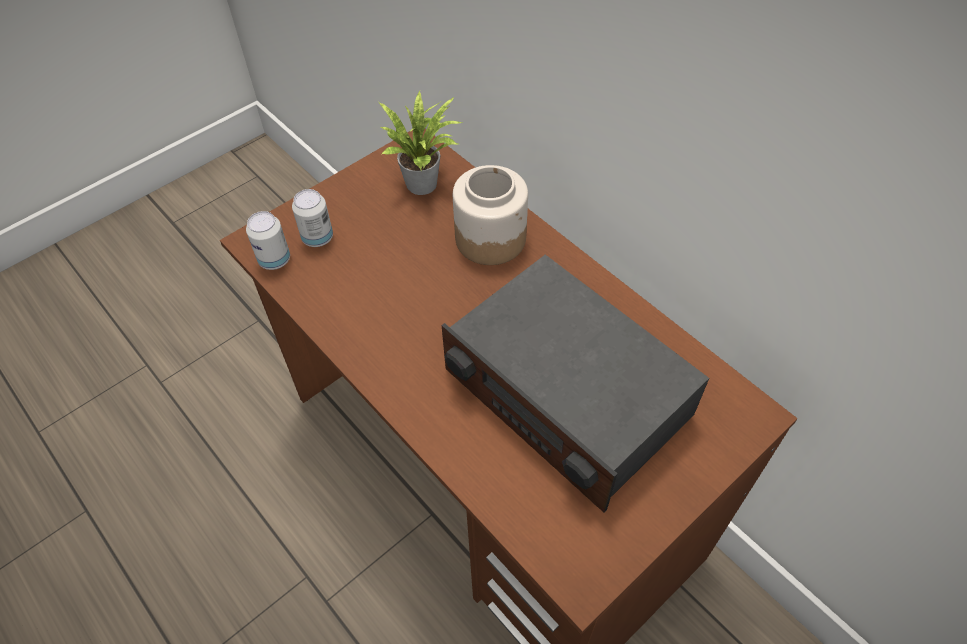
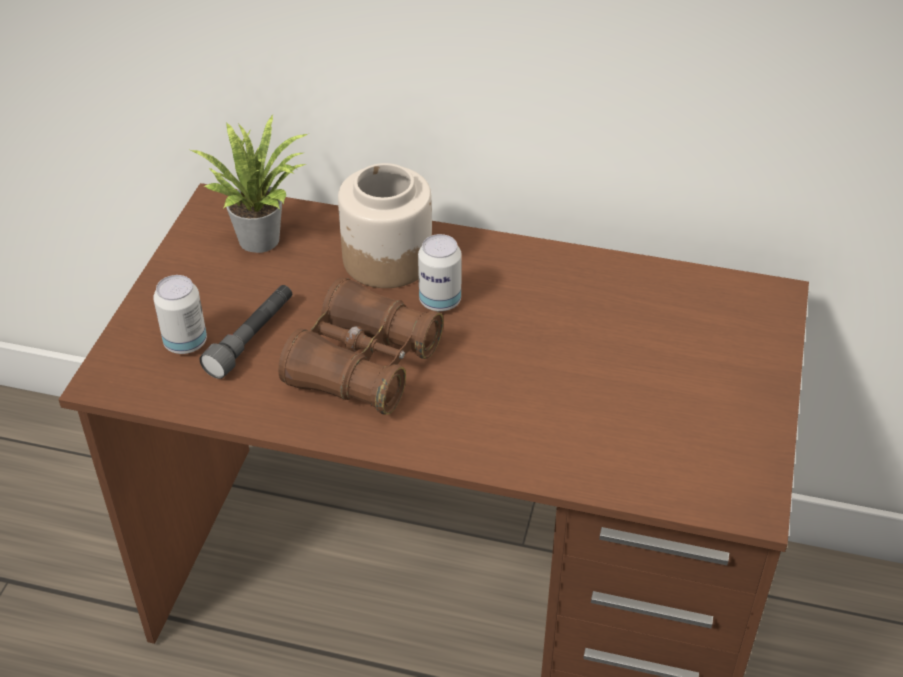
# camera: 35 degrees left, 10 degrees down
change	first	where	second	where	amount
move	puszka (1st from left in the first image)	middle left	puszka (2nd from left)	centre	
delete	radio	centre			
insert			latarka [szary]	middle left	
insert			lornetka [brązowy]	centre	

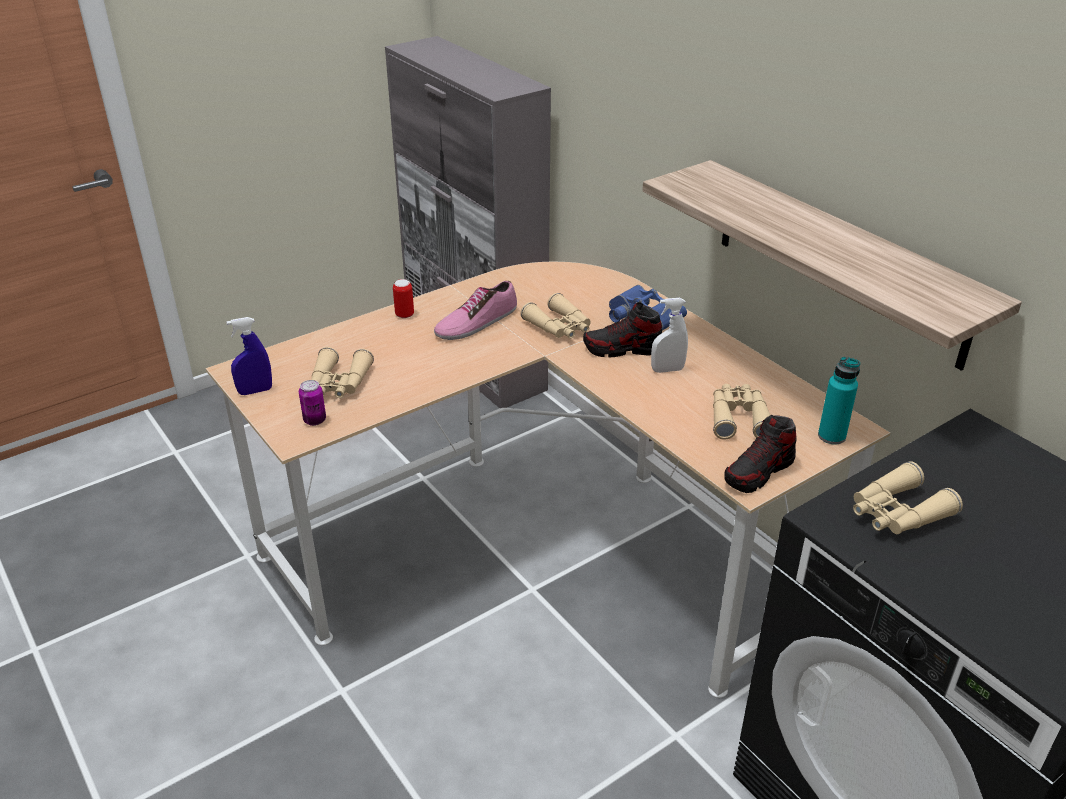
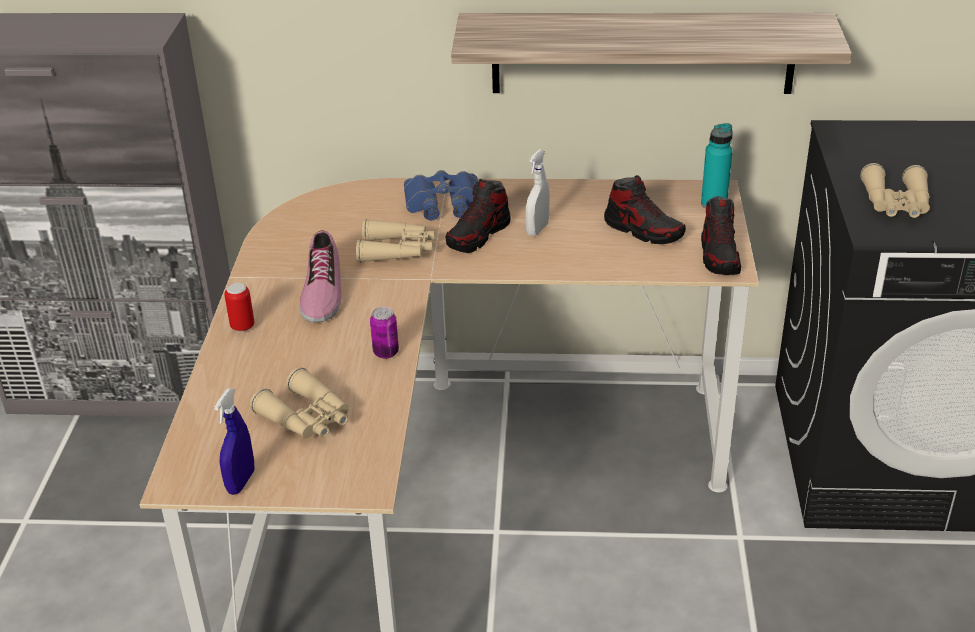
# camera: 50 degrees left, 0 degrees up
change	first	where	second	where	amount
move	puszka (1st from left in the first image)	middle left	puszka (2nd from left)	centre	
replace	lornetka [beżowy] (3rd from left)	middle right	but (3rd from left)	top centre	

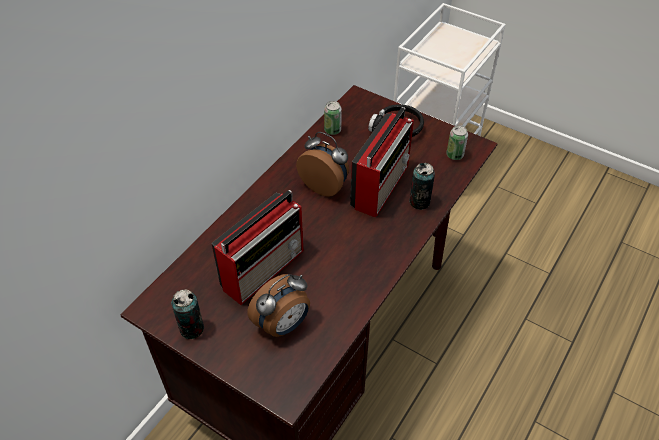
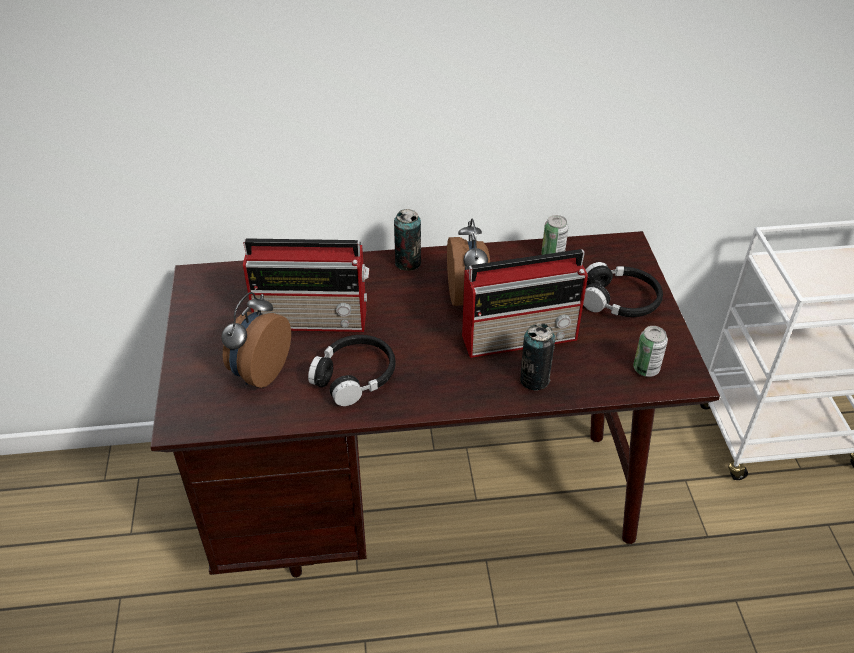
# camera: 50 degrees right, 5 degrees down
change	first	where	second	where	amount
move	puszka (1st from left)	bottom left		centre	
rotate	budzik (1st from left)	bottom centre		middle left	105 degrees clockwise
insert			słuchawki [czarny] (1st from left)	centre	

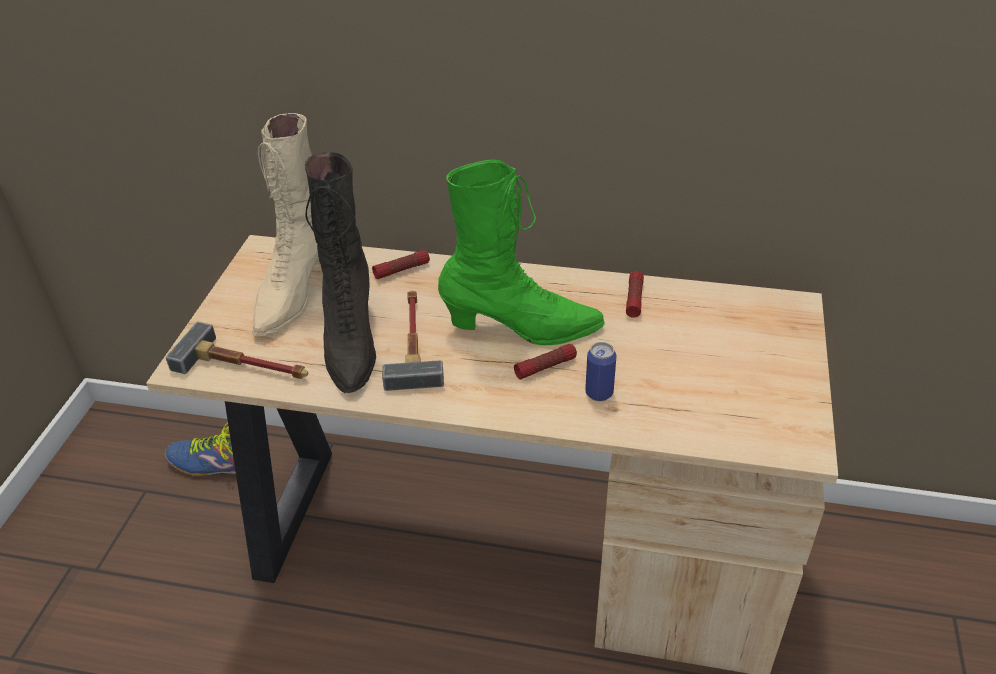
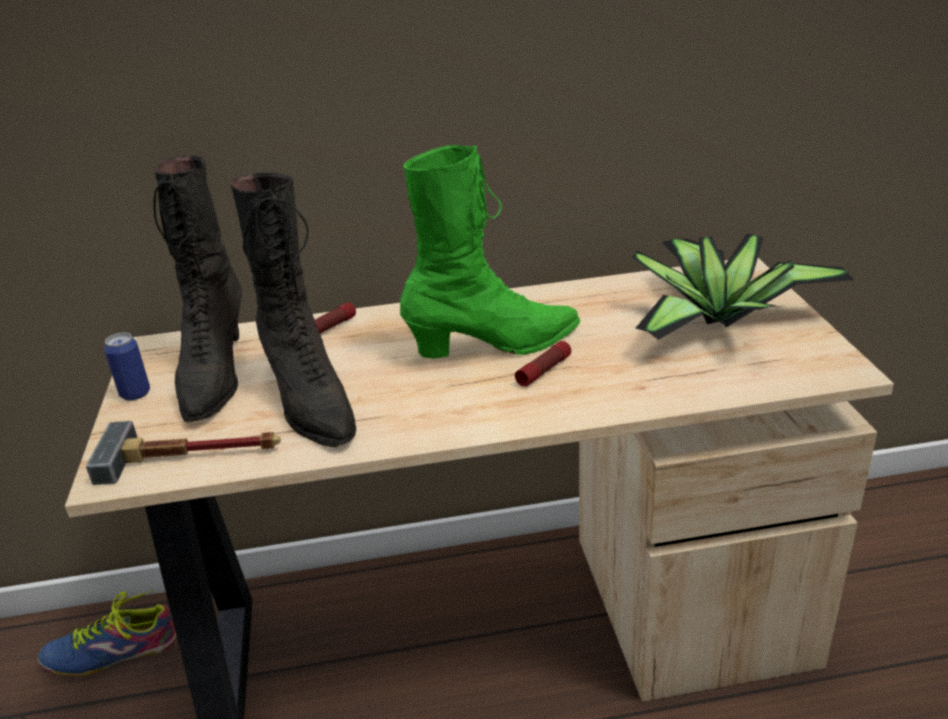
# camera: 20 degrees left, 10 degrees down
change	first	where	second	where	amount
recolor	but z cholewką [beżowy]	top left	but z cholewką [czarny] (1st from left)	middle left	
delete	młotek (2nd from left)	centre			
move	puszka	centre		middle left	
delete	latarka (3rd from left)	centre			
insert			roślina doniczkowa	middle right	

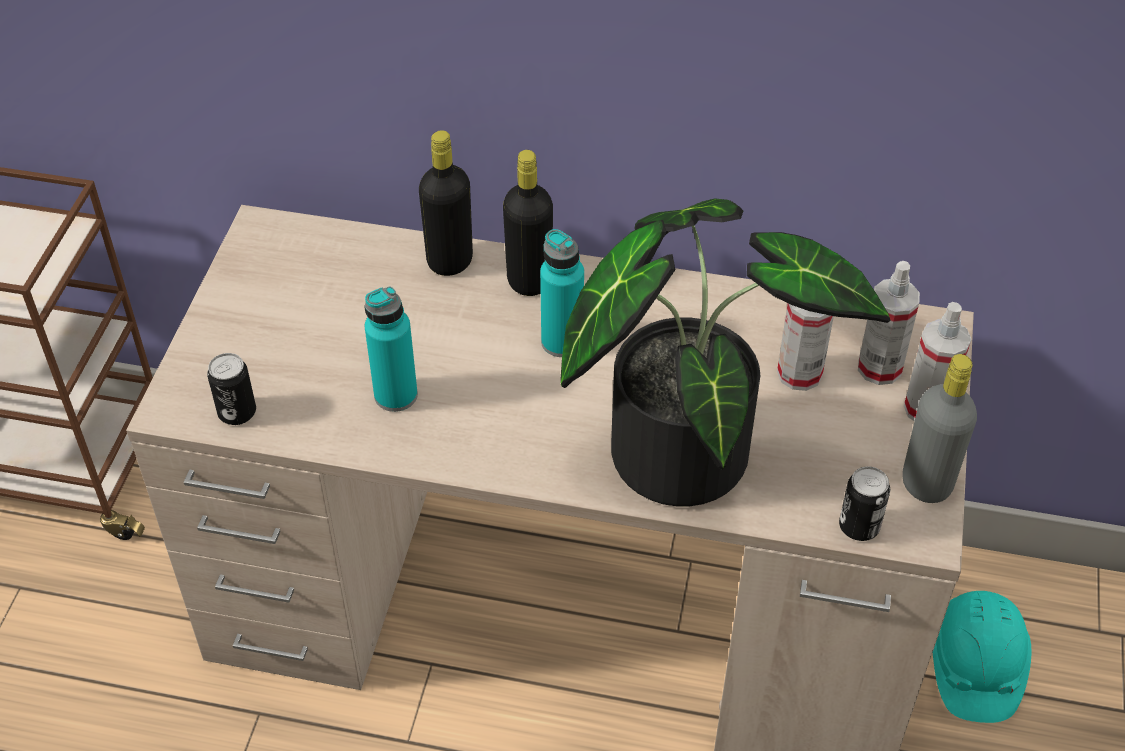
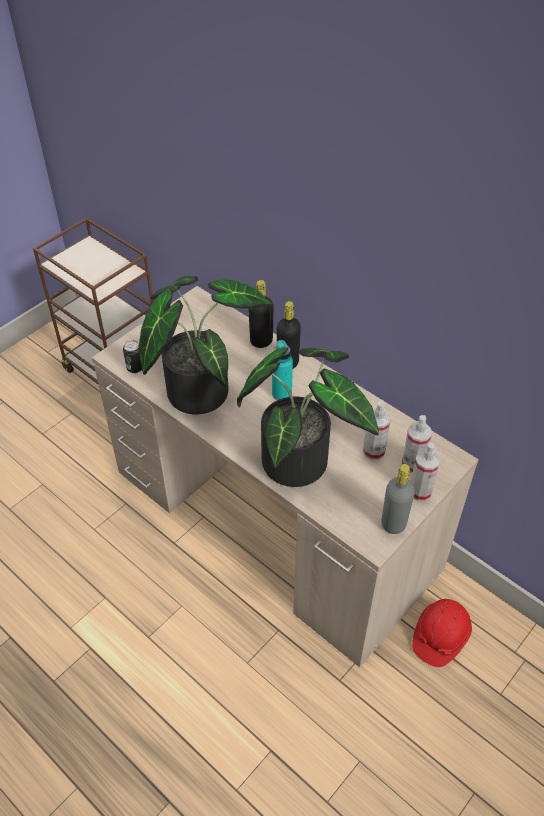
# camera: 30 degrees right, 0 degrees up
change	first	where	second	where	amount
replace	butelka [turkusowy] (1st from left)	centre	roślina doniczkowa (1st from left)	centre	
delete	puszka (2nd from left)	bottom right			
recolor	kask [turkusowy]	bottom right	kask [czerwony]	bottom right	

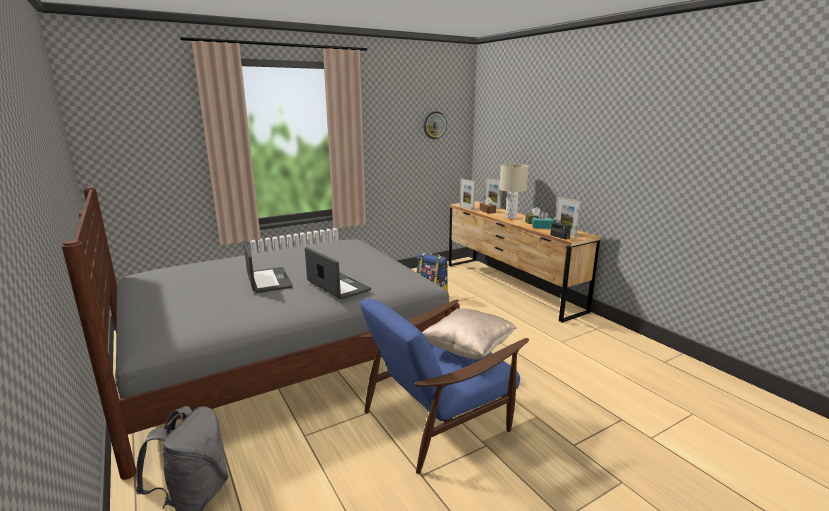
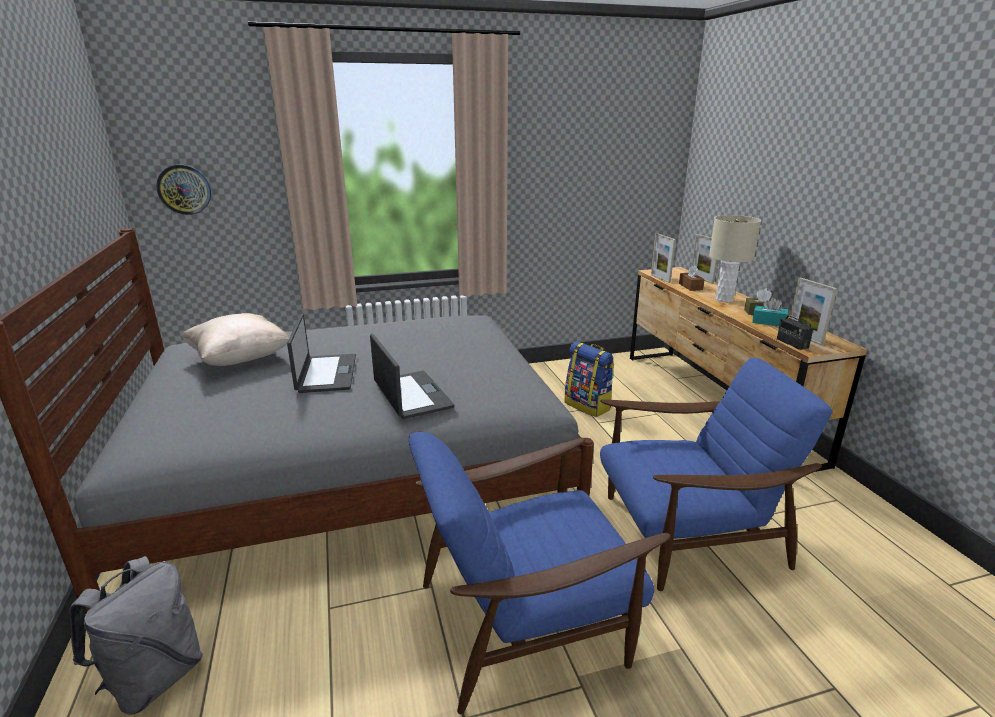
# camera: 15 degrees right, 5 degrees up
change	first	where	second	where	amount
move	poduszka [beżowy]	centre		middle left	
move	zegar ścienny	top centre		top left	
insert			fotel [niebieski] (2nd from left)	middle right	

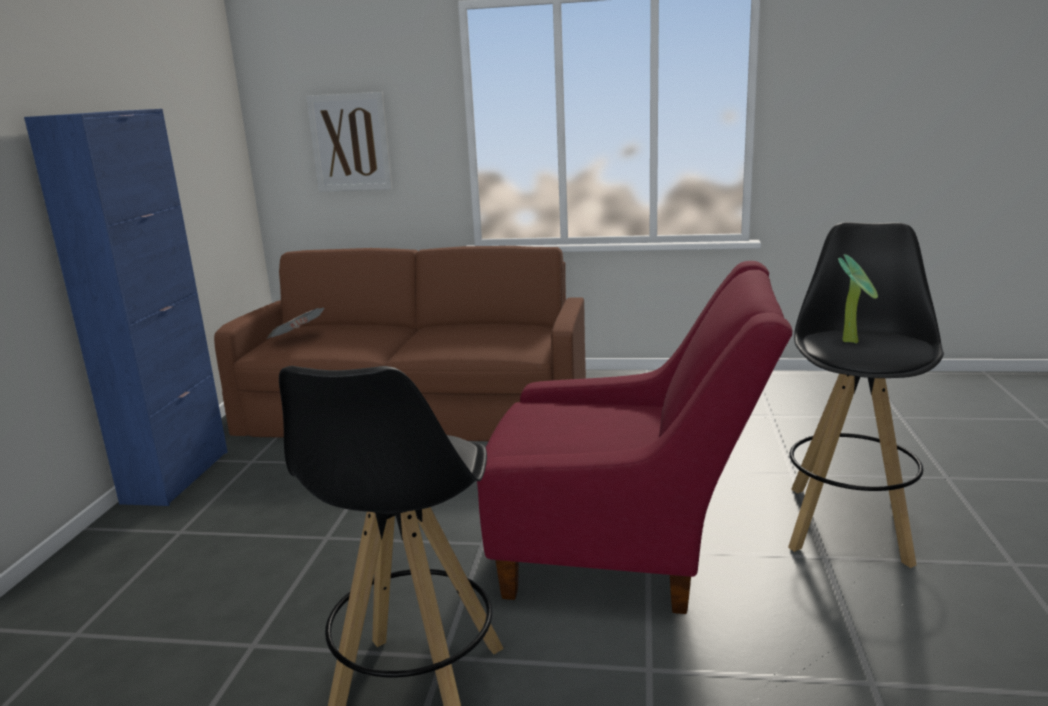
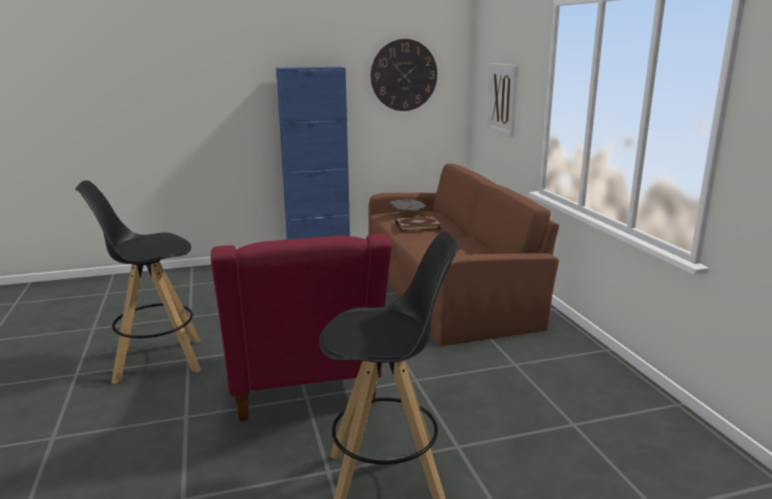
# camera: 65 degrees right, 0 degrees up
change	first	where	second	where	amount
delete	roślina doniczkowa	middle right			
insert			zegar ścienny	top centre	
insert			książka	centre	

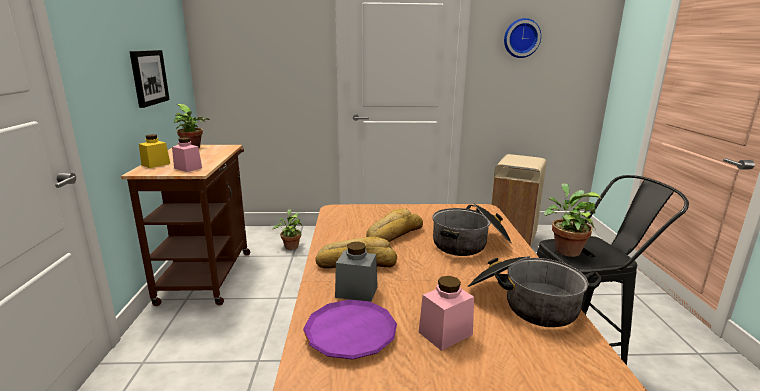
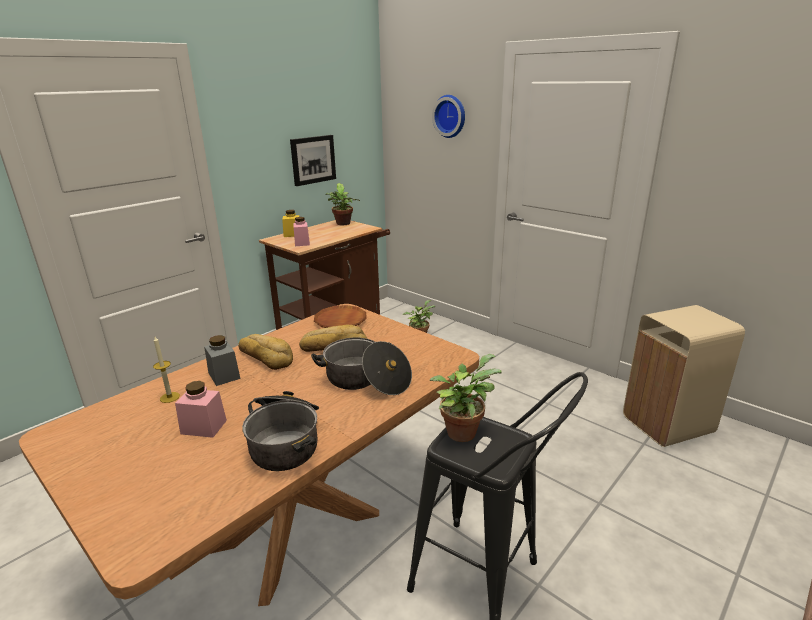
# camera: 45 degrees right, 5 degrees up
change	first	where	second	where	amount
replace	talerz [fioletowy]	bottom centre	świeca	middle left	
move	zegar ścienny	top right		top centre	
insert			talerz [brązowy]	centre	

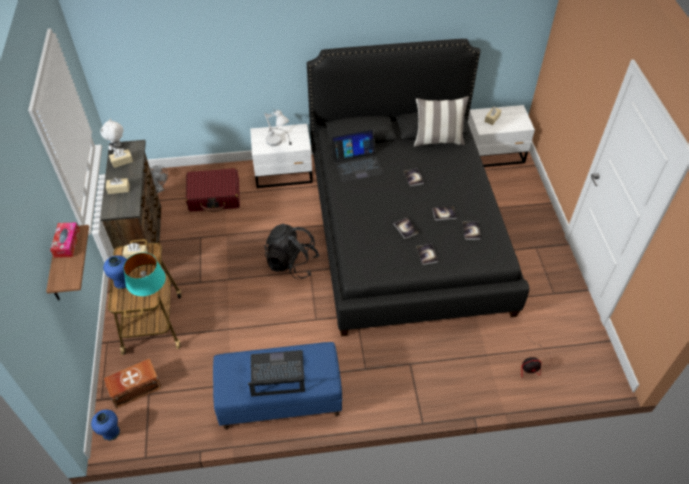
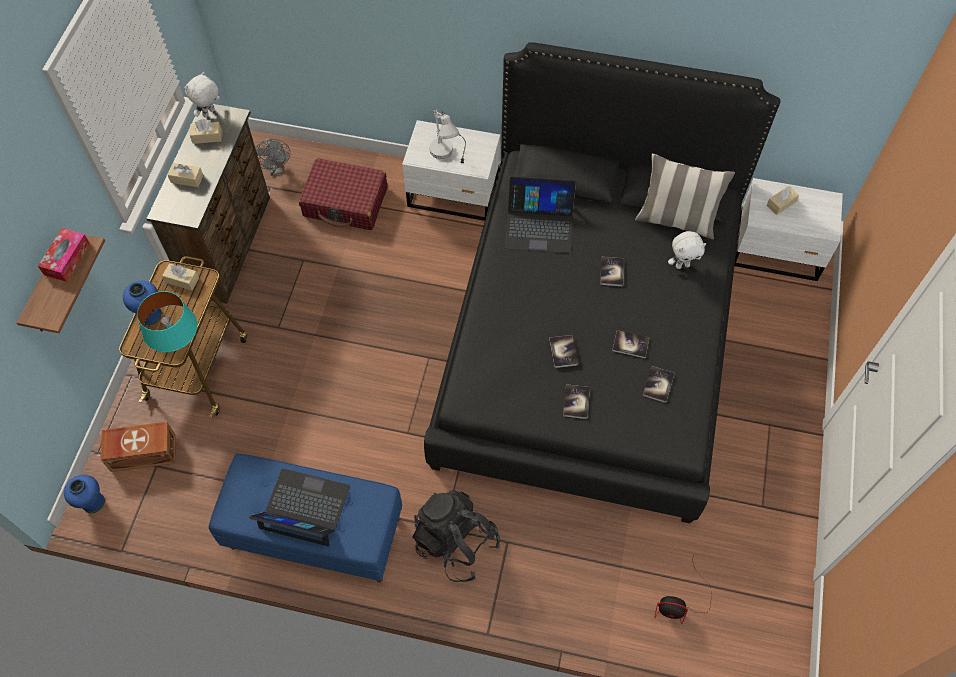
# camera: 20 degrees right, 10 degrees up
change	first	where	second	where	amount
move	plecak [czarny]	centre		bottom centre	
insert			pluszak [biały] (2nd from left)	middle right	

